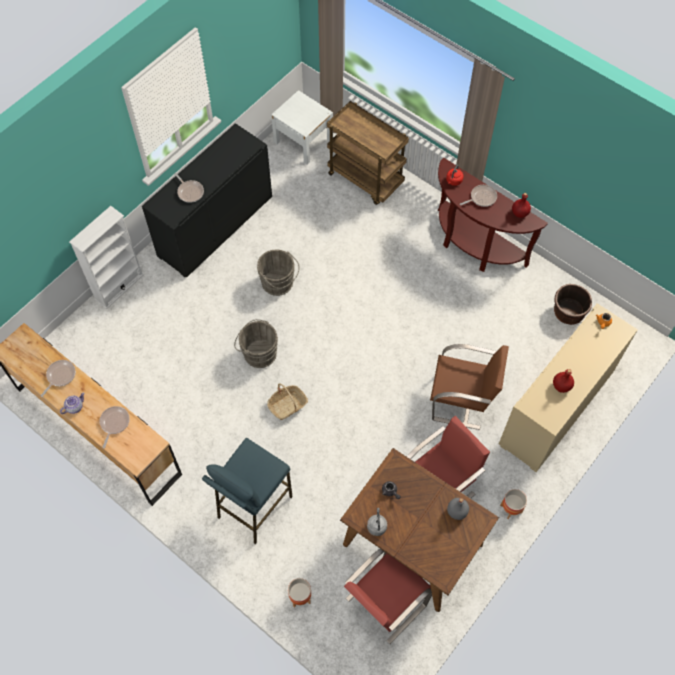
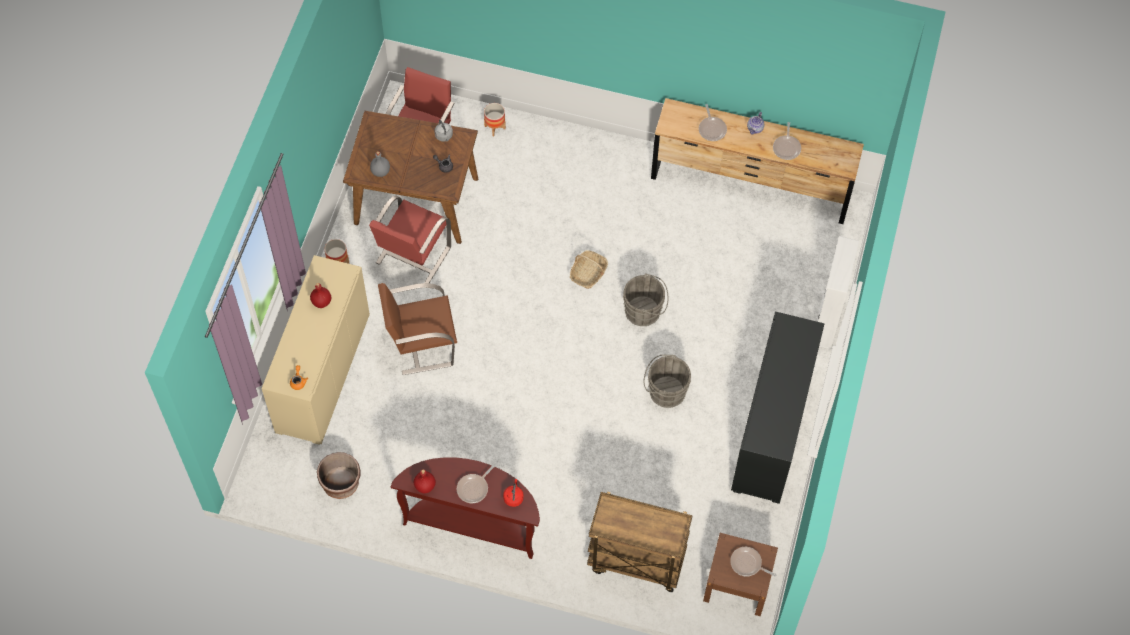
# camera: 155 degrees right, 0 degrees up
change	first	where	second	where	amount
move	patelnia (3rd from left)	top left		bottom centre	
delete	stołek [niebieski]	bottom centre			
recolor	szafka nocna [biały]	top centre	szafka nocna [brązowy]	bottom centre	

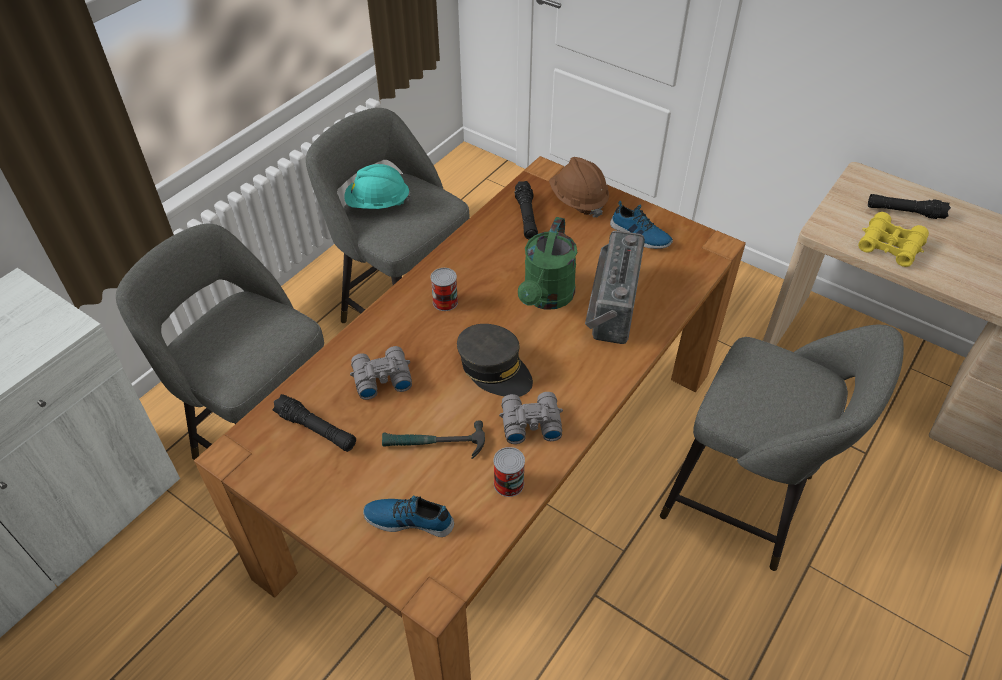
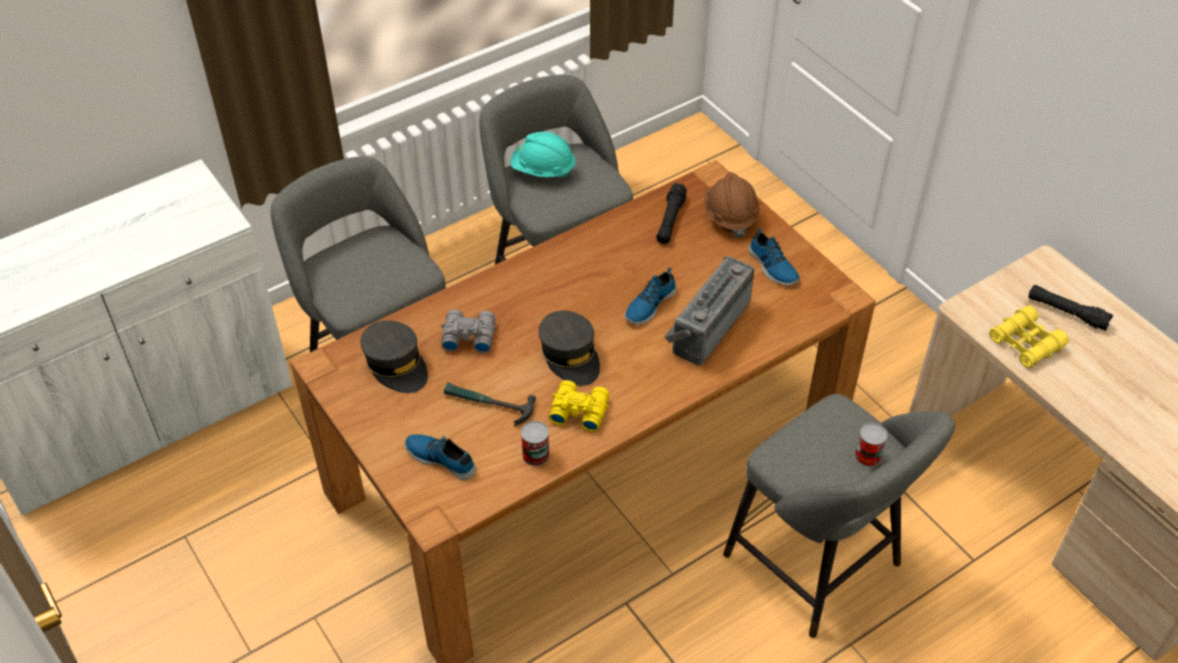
# camera: 20 degrees right, 0 degrees up
change	first	where	second	where	amount
replace	latarka [czarny] (1st from left)	middle left	czapka z daszkiem [szary] (1st from left)	centre	
move	puszka (1st from left in the first image)	centre	puszka (2nd from left)	bottom right	
recolor	lornetka [szary] (2nd from left)	centre	lornetka [żółty] (1st from left)	centre	
replace	konewka [zielony]	centre	but (2nd from left)	centre	

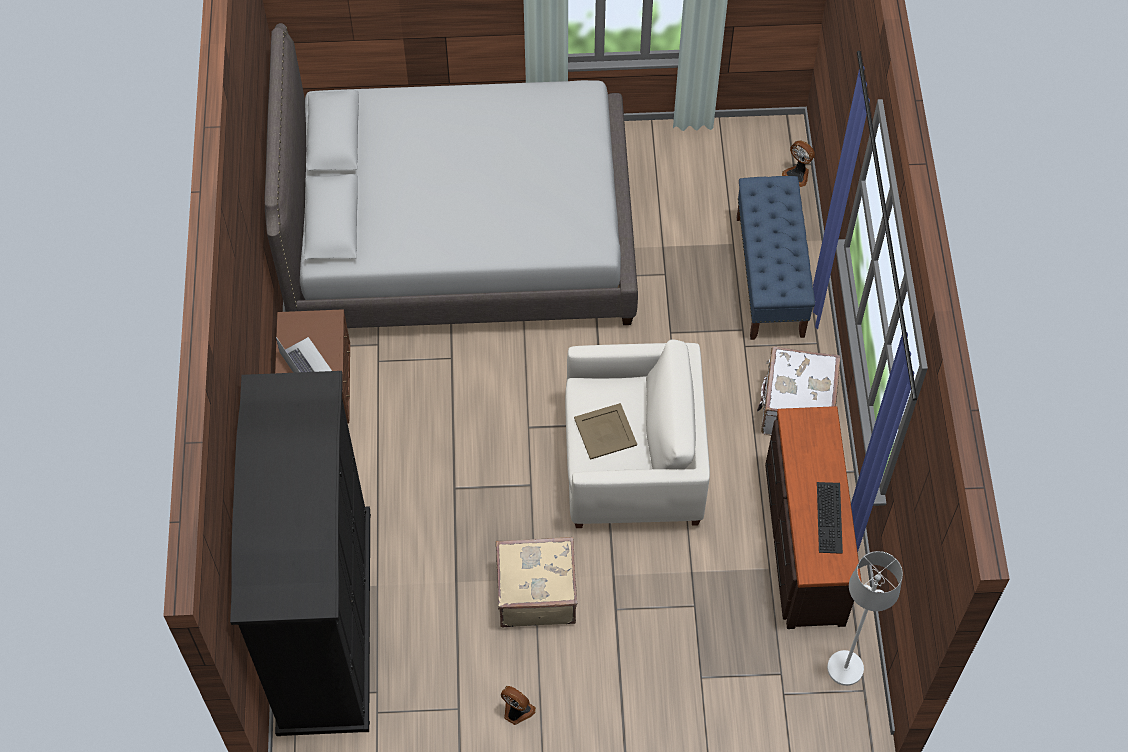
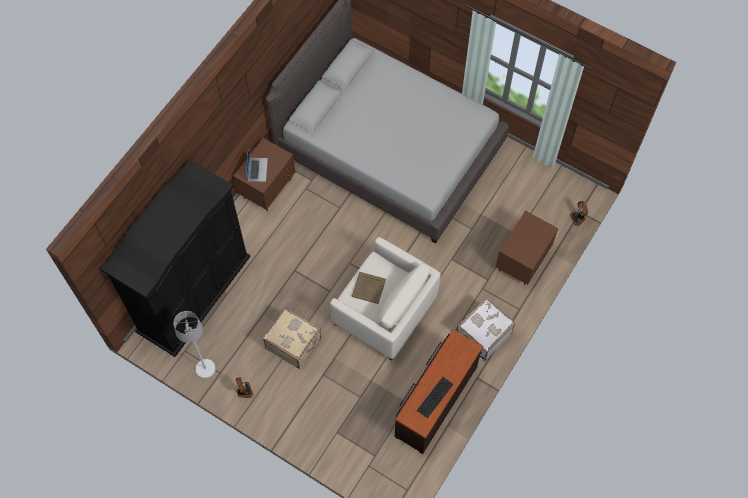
# camera: 35 degrees right, 5 degrees up
change	first	where	second	where	amount
replace	ławka [niebieski]	middle right	szafka nocna [brązowy] (2nd from left)	middle right	
move	lampa stojąca [biały]	bottom right		bottom left	

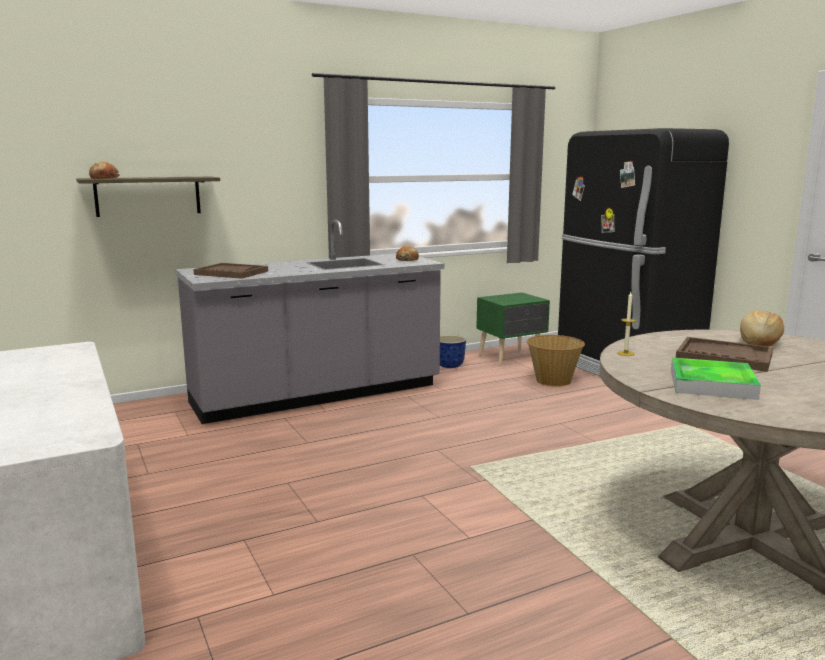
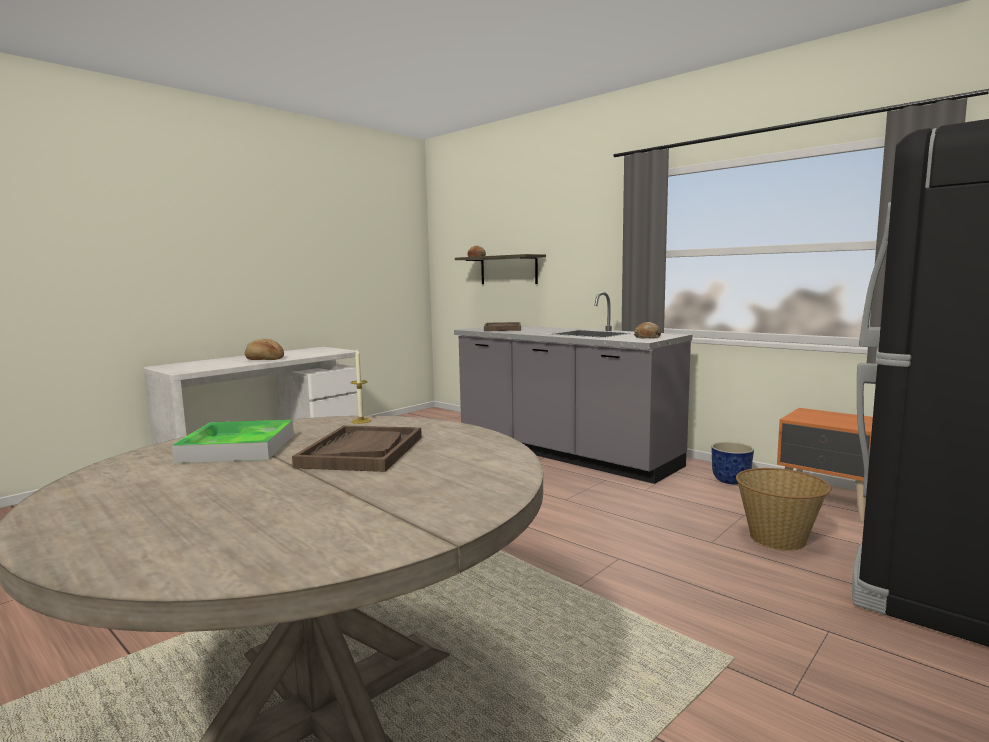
# camera: 70 degrees right, 5 degrees down
change	first	where	second	where	amount
recolor	szafka nocna [zielony]	centre	szafka nocna [pomarańczowy]	middle right	
move	chleb (3rd from left in the first image)	middle right	chleb (1st from left)	middle left	

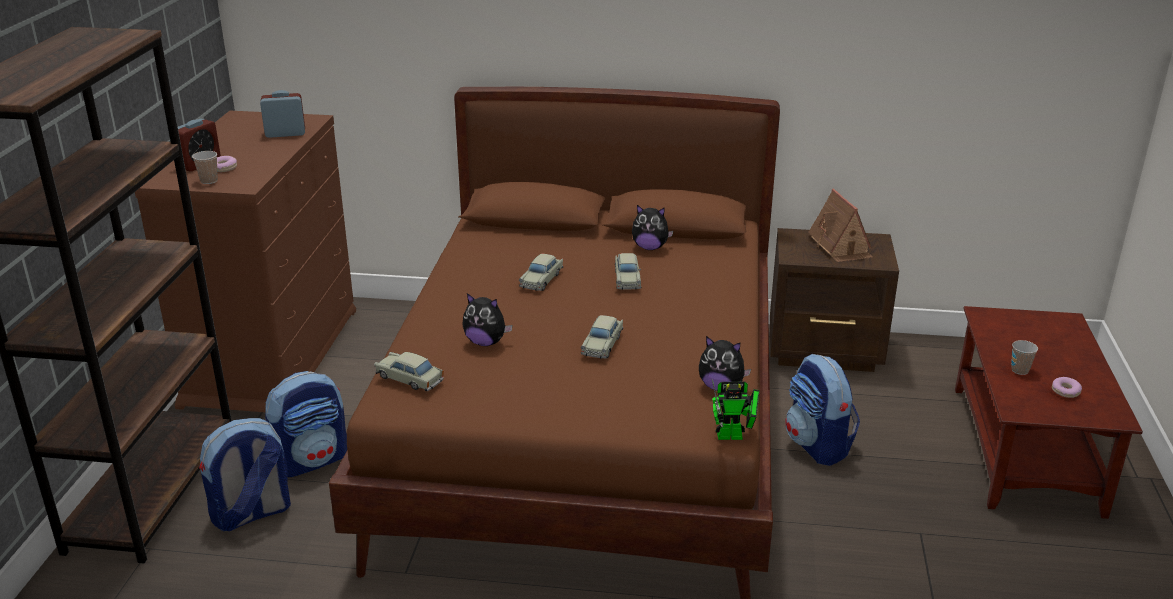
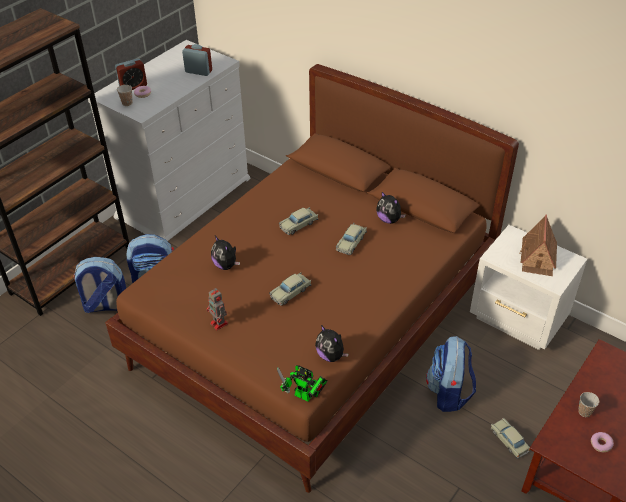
# camera: 30 degrees right, 15 degrees up
change	first	where	second	where	amount
recolor	komoda [brązowy]	middle left	komoda [biały]	top left	
move	samochodzik [beżowy] (1st from left in the first image)	centre	samochodzik [beżowy] (4th from left)	bottom right	
recolor	szafka nocna [brązowy]	middle right	szafka nocna [biały]	middle right	
insert			robot zabawkowy (1st from left)	centre	

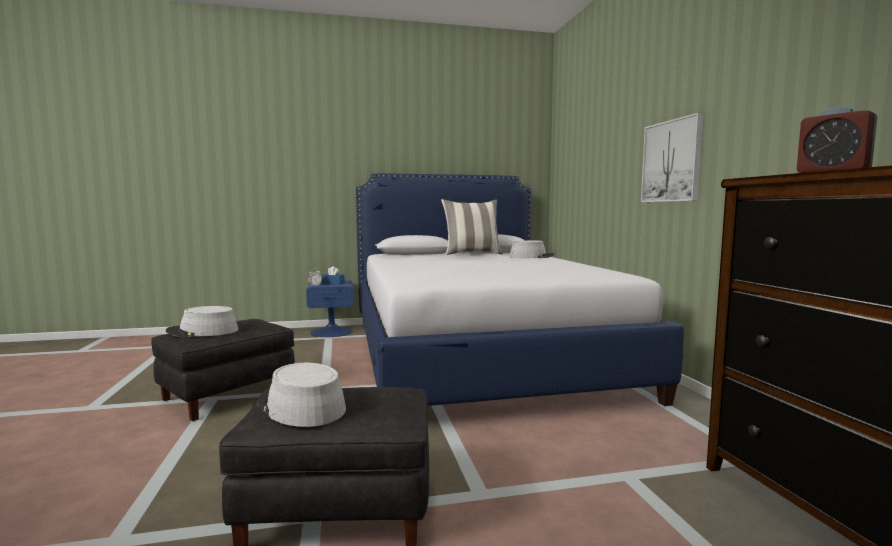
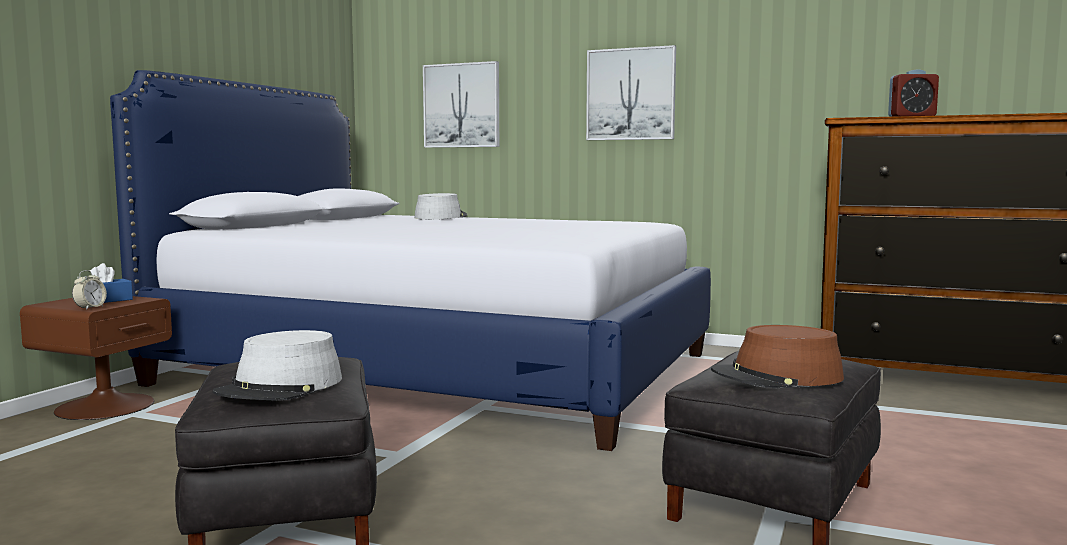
# camera: 55 degrees left, 0 degrees up
change	first	where	second	where	amount
recolor	kapelusz [szary] (2nd from left)	bottom centre	kapelusz [brązowy]	middle right	
recolor	szafka nocna [niebieski]	centre	szafka nocna [brązowy]	middle left	
delete	poduszka	centre			
insert			obraz (1st from left)	top centre	

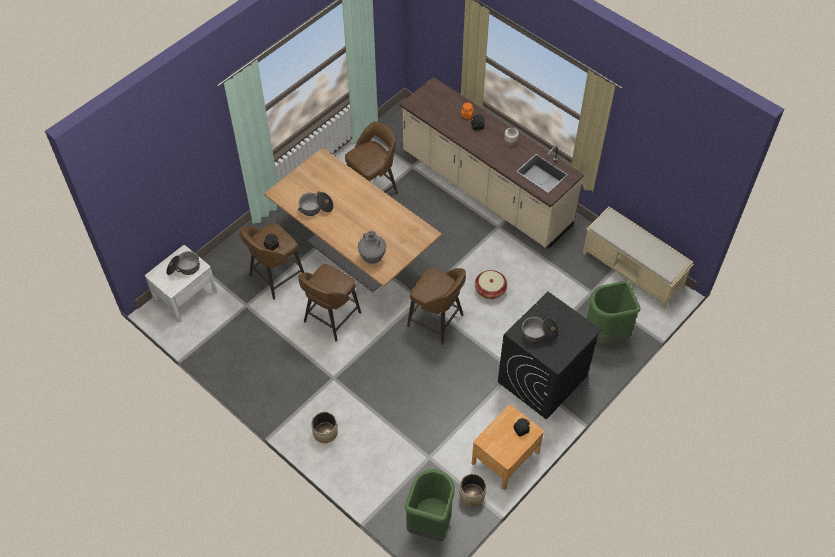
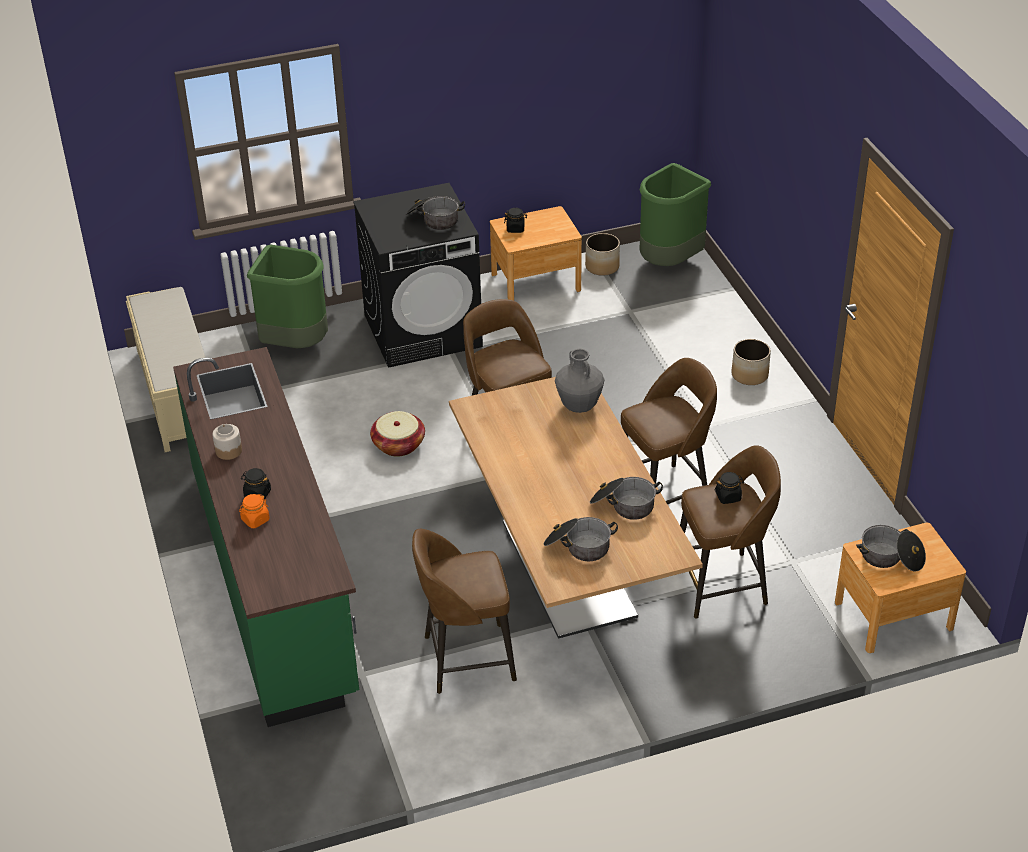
# camera: 150 degrees left, 15 degrees down
change	first	where	second	where	amount
recolor	szafka nocna [biały]	middle left	szafka nocna [brązowy] (2nd from left)	bottom right	
recolor	zabudowa kuchenna [beżowy]	top centre	zabudowa kuchenna [zielony]	middle left	
insert			garnek (2nd from left)	centre	

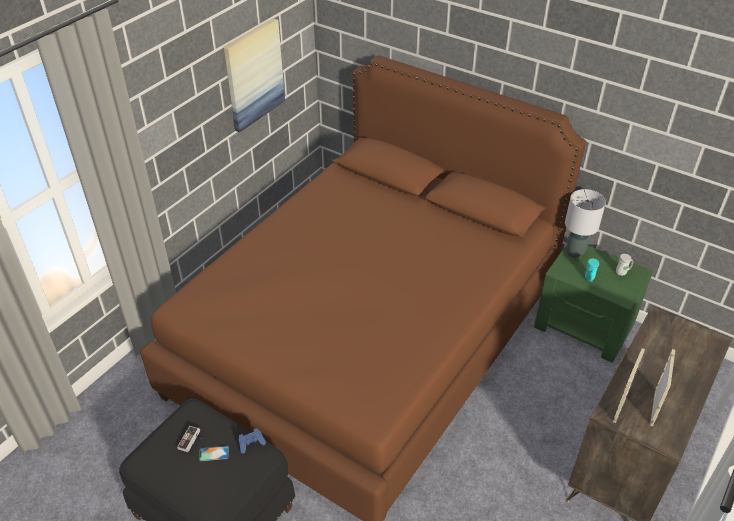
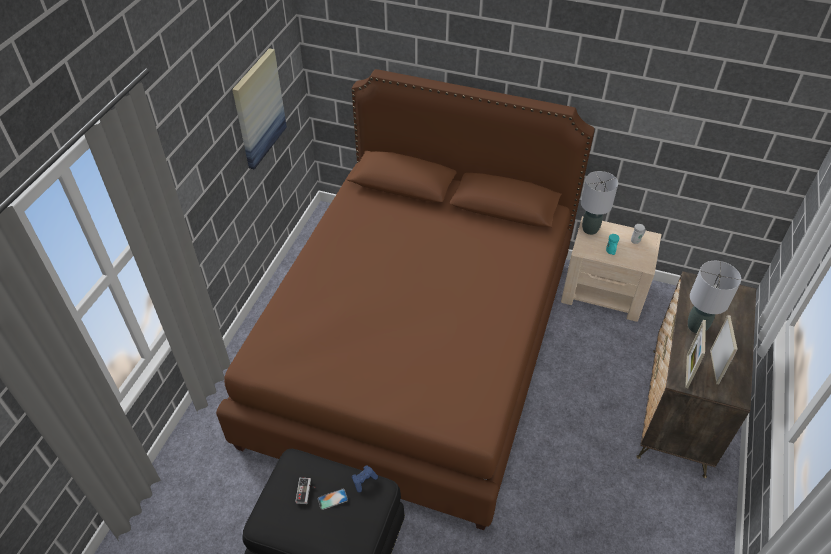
# camera: 15 degrees left, 5 degrees up
change	first	where	second	where	amount
recolor	szafka nocna [zielony]	middle right	szafka nocna [beżowy]	middle right	
insert			lampa stołowa [szary] (2nd from left)	middle right	

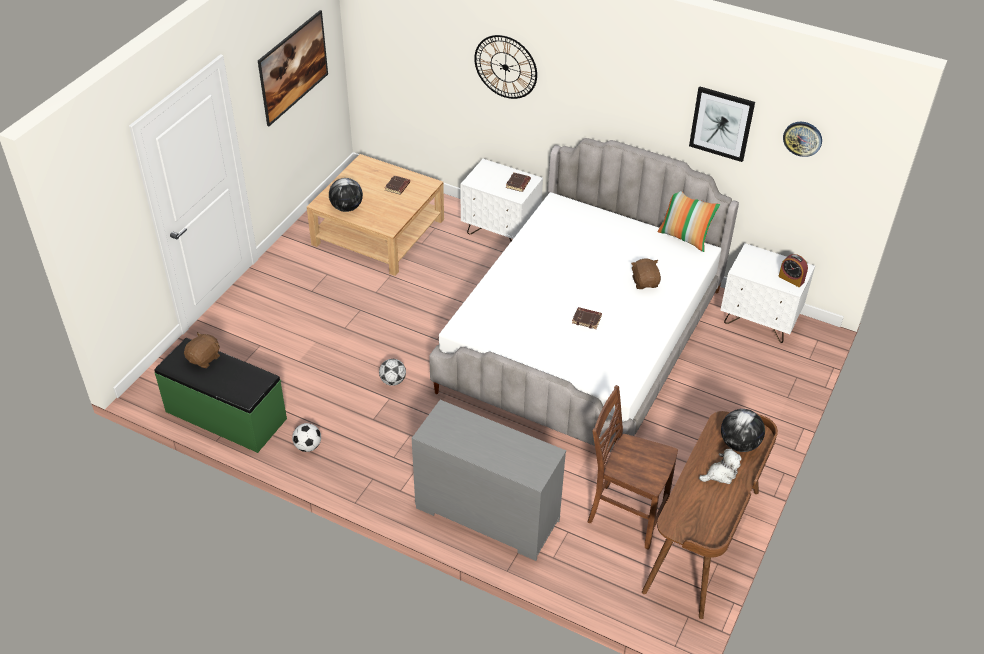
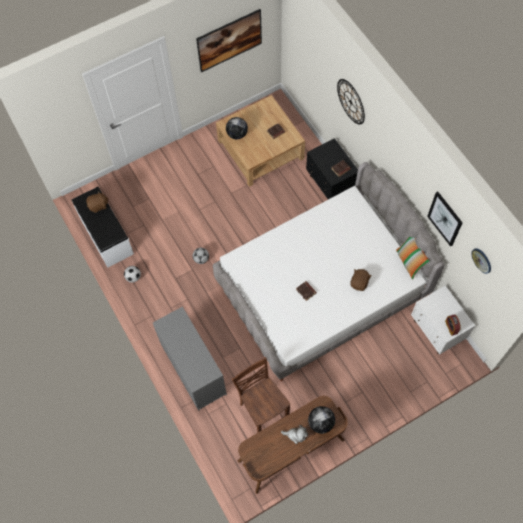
# camera: 35 degrees right, 20 degrees up
change	first	where	second	where	amount
recolor	ławka [zielony]	middle left	ławka [biały]	middle left	
recolor	szafka nocna [biały] (1st from left)	top centre	szafka nocna [czarny]	top centre	

